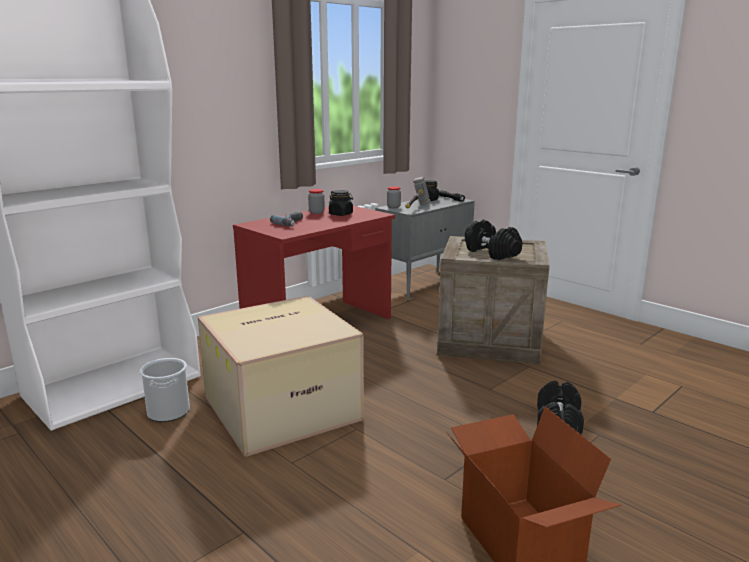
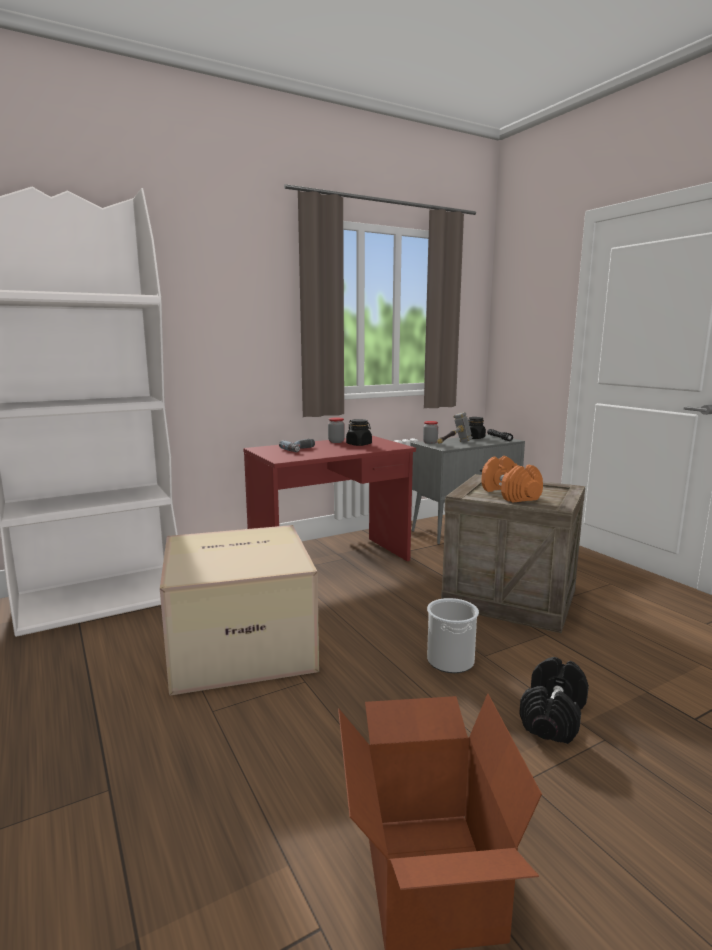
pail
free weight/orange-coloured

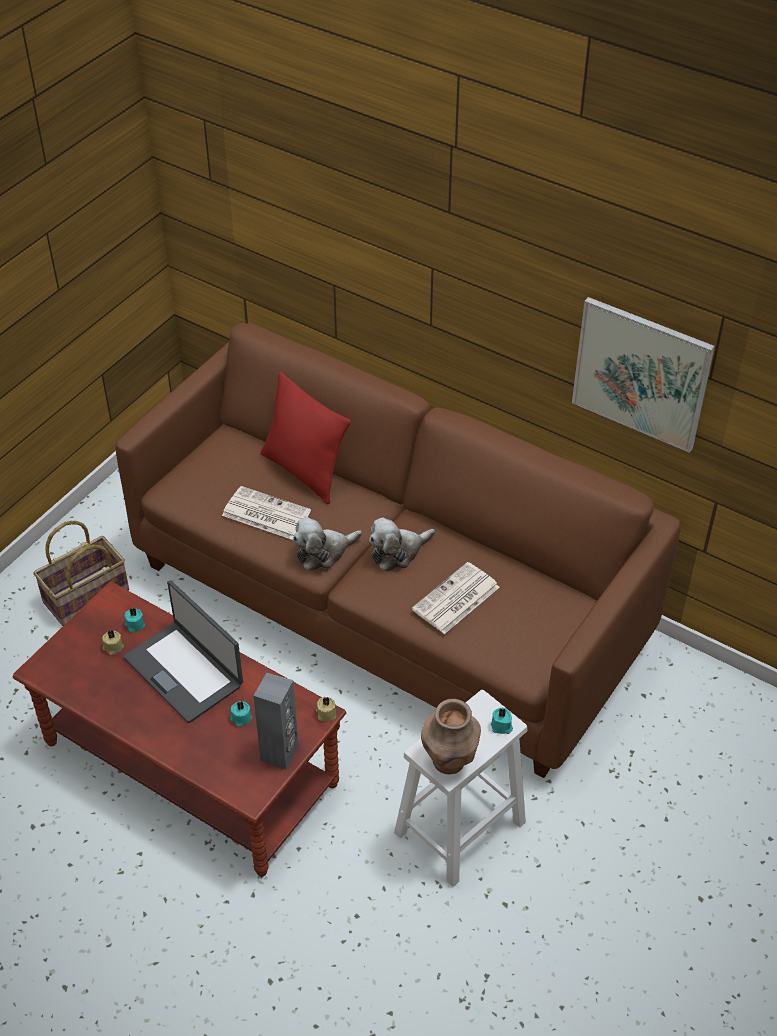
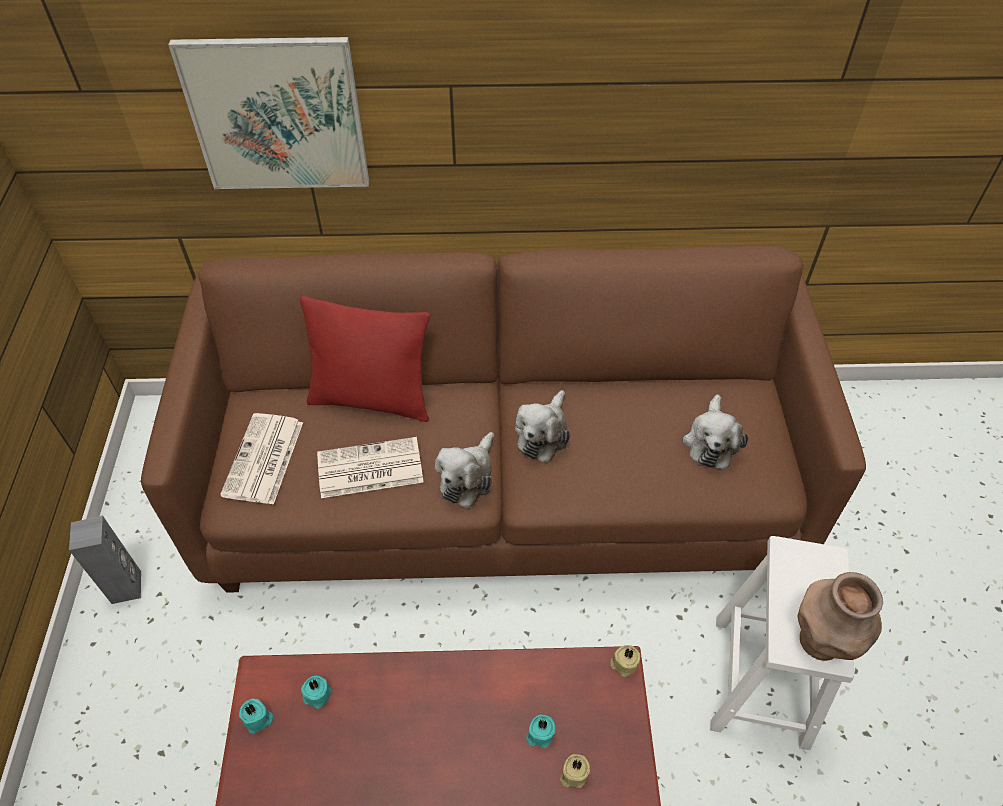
audio speaker/greyish
wall art
printed paper (1st from left)
wax light/blue-green (1st from left)
wax light/sand-coloured (1st from left)
plush toy (3rd from left)
basket
notebook computer

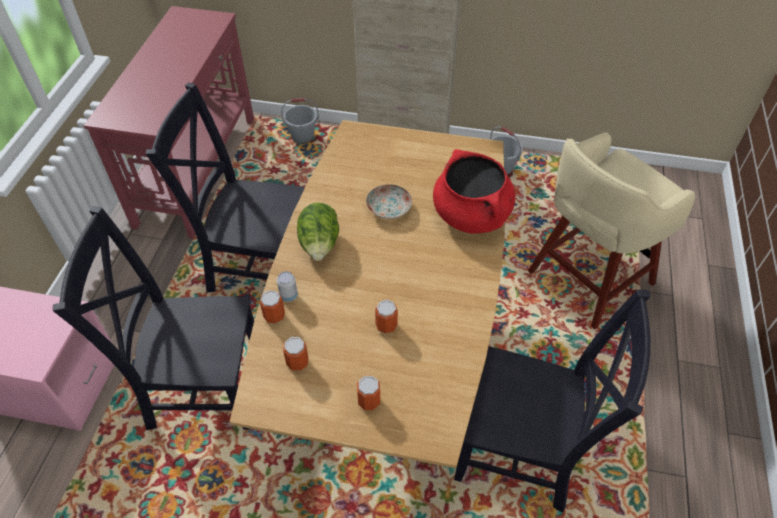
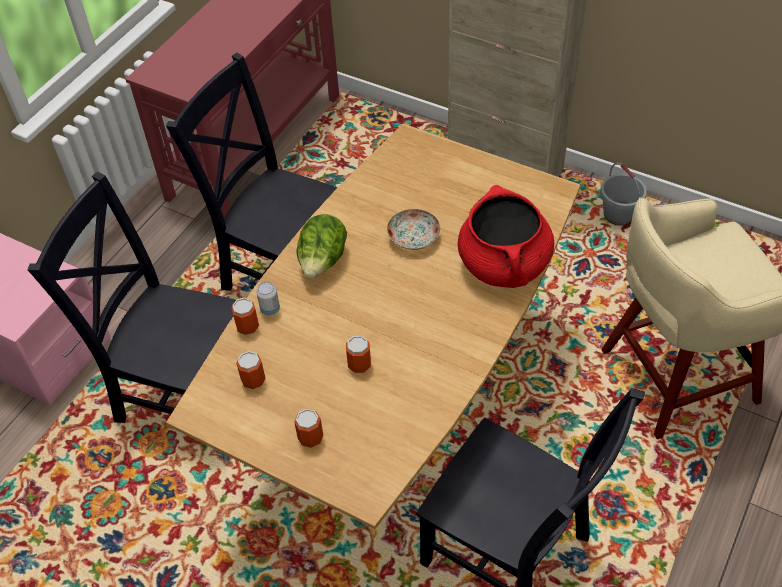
pail/greyish (1st from left in the first image)

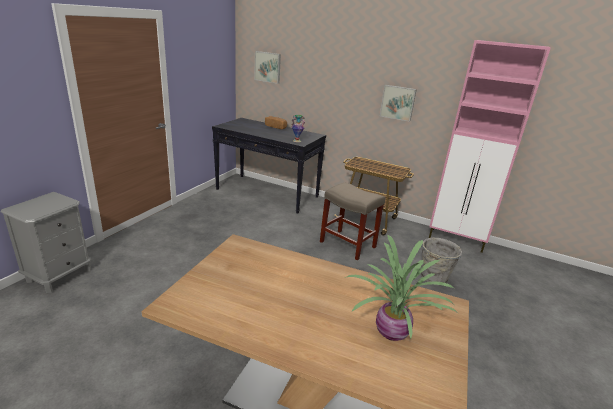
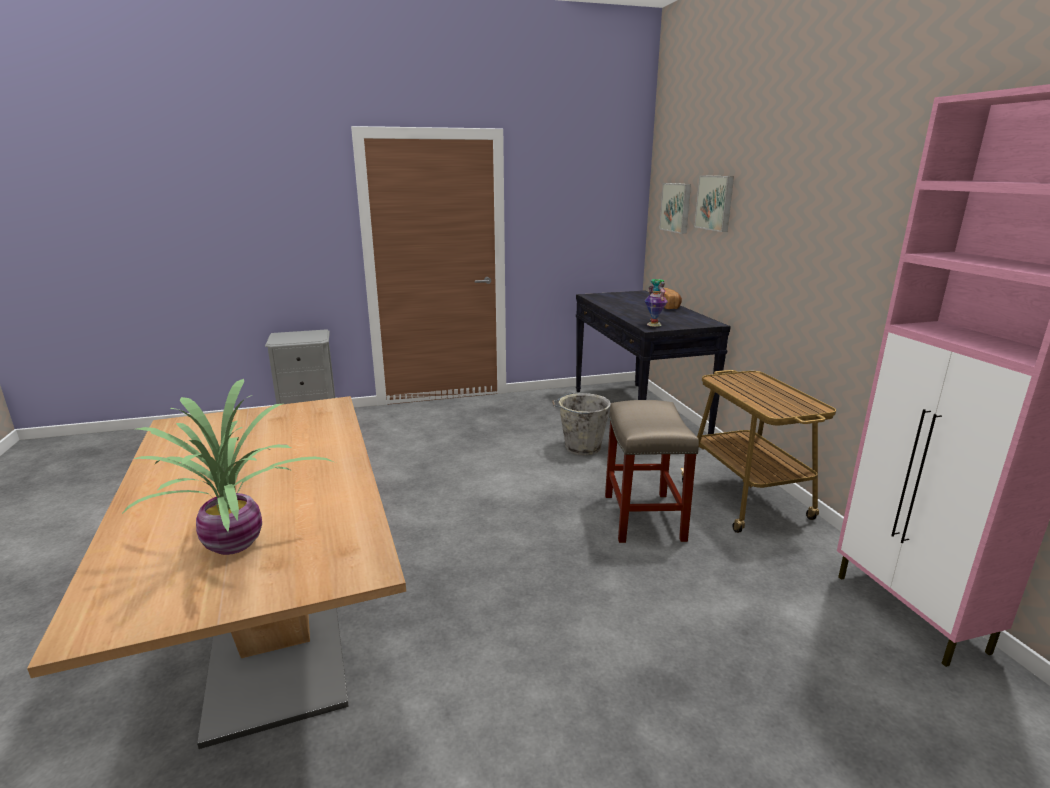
pail/greyish
wall art (2nd from left)

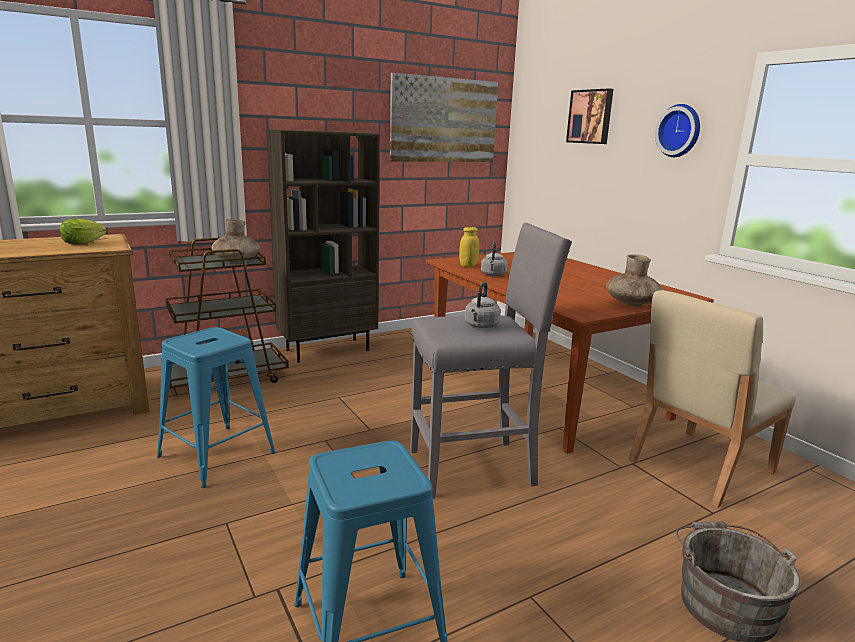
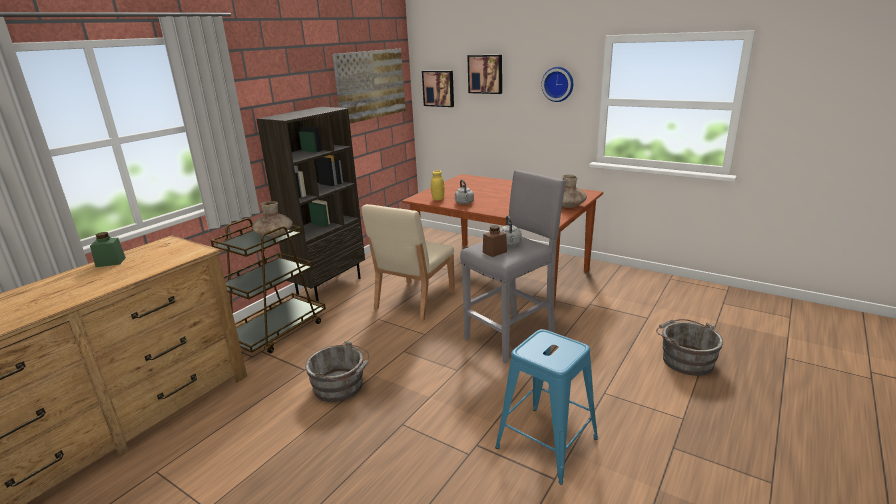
jar/green
pail/greyish (1st from left)
upright chair/sand-coloured
wall art (2nd from left)
jar/brown-coloured
lettuce head

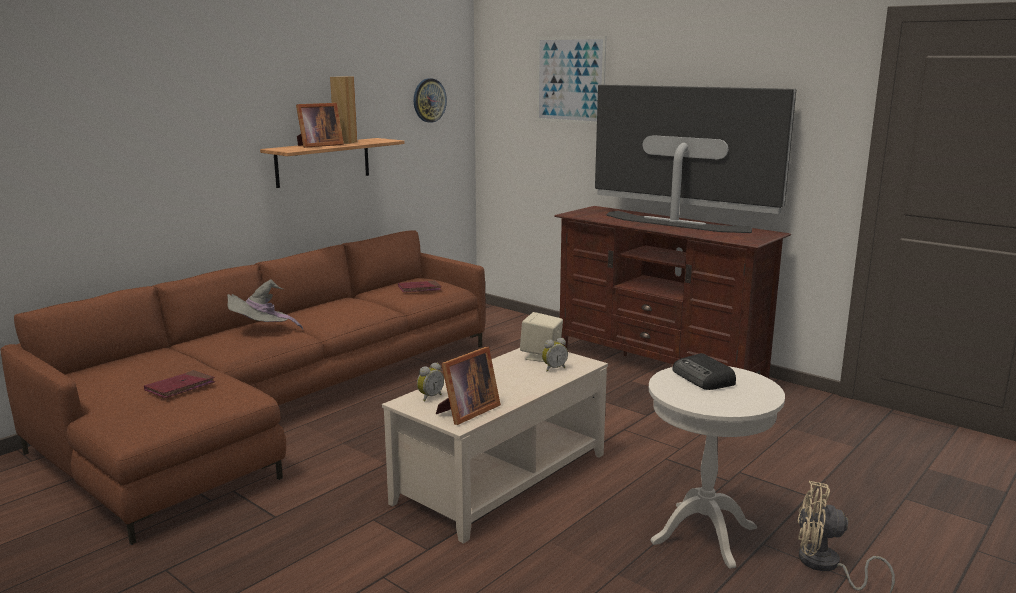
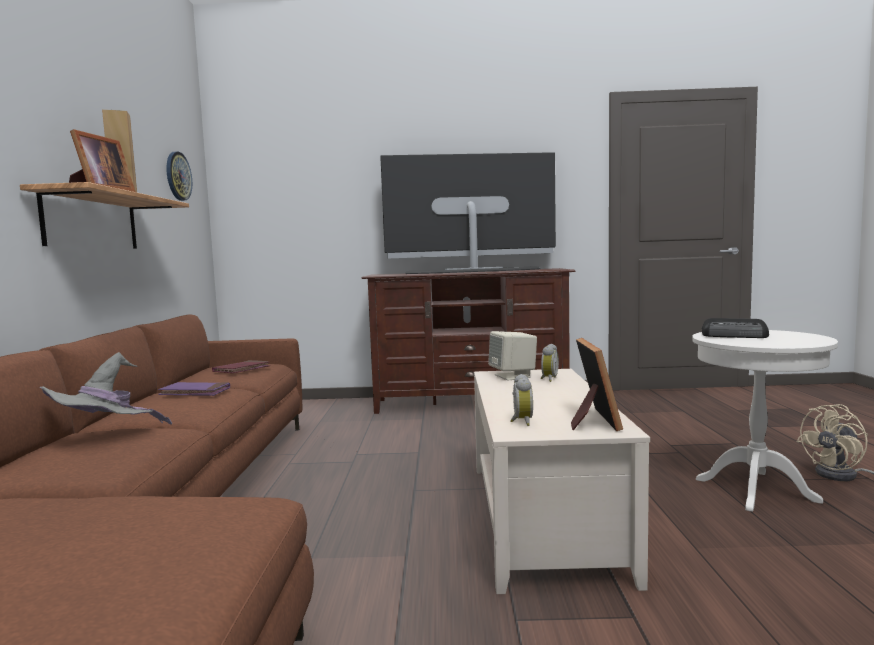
volume/purple-coloured
volume/red (1st from left in the first image)
wall art

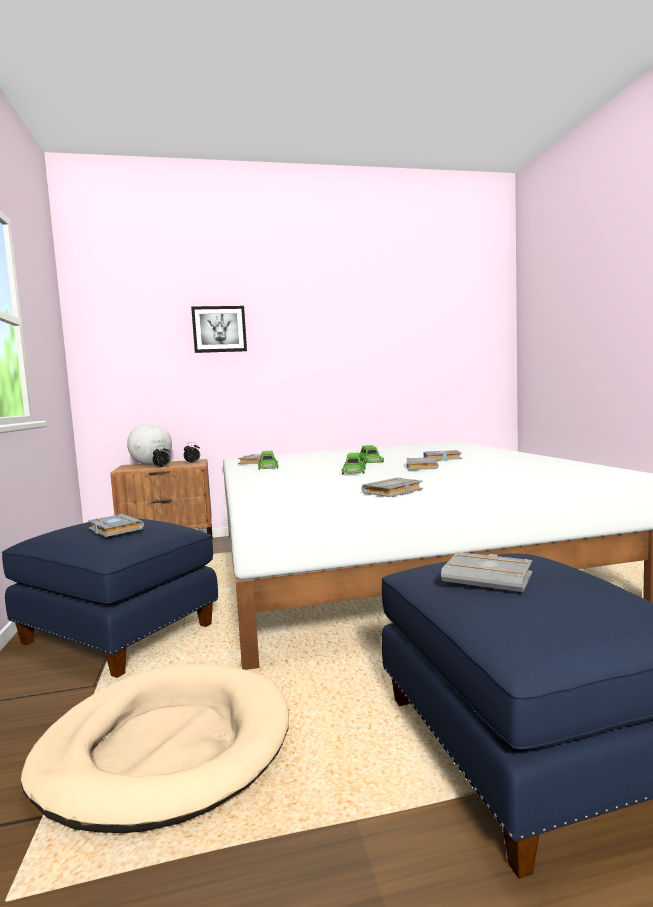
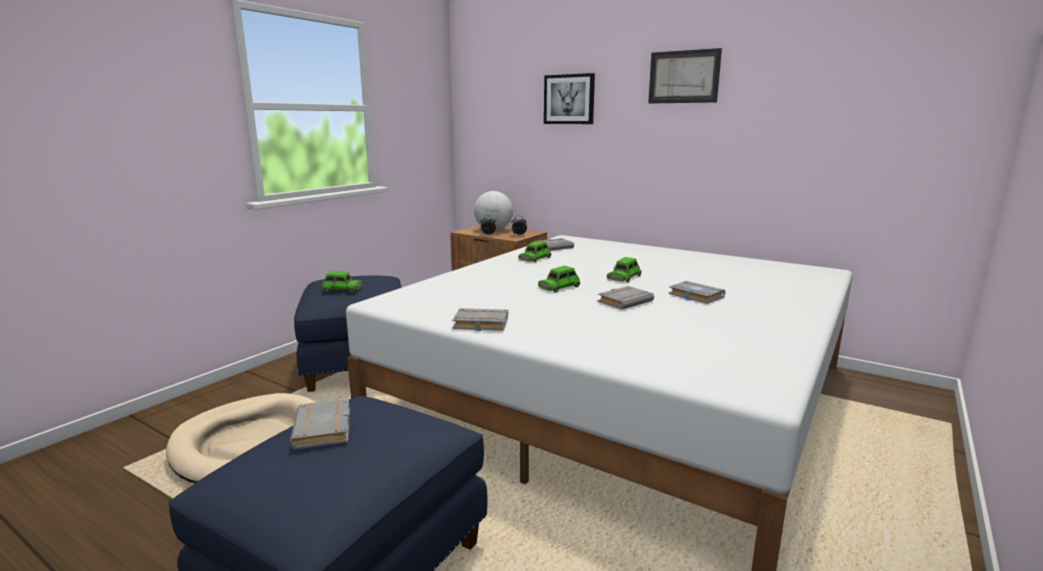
model car/green (1st from left)
wall art (2nd from left)

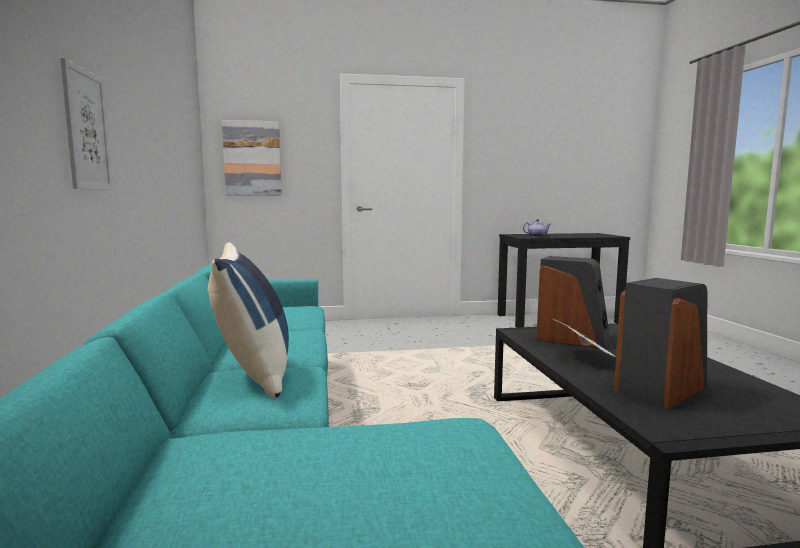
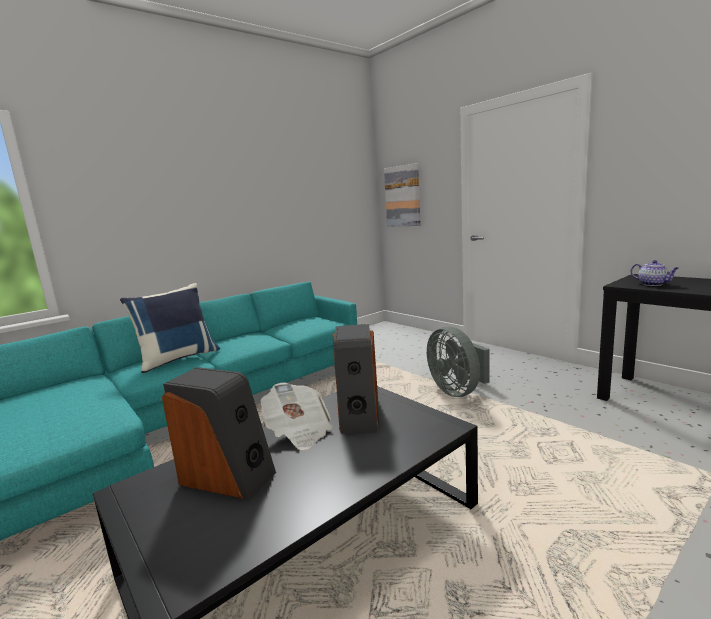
cooling fan/greyish
wall art (1st from left in the first image)

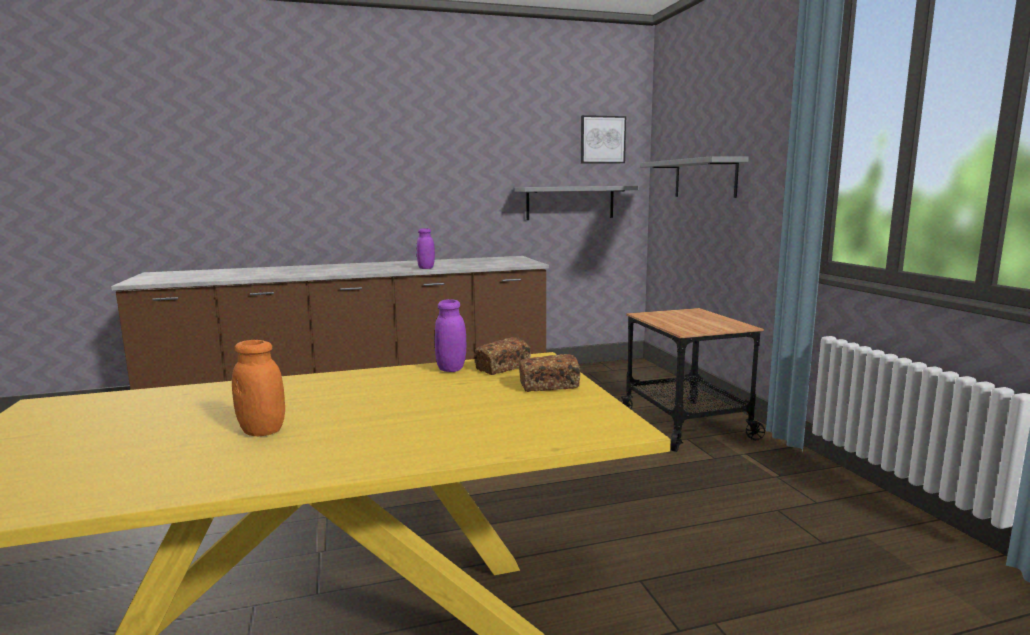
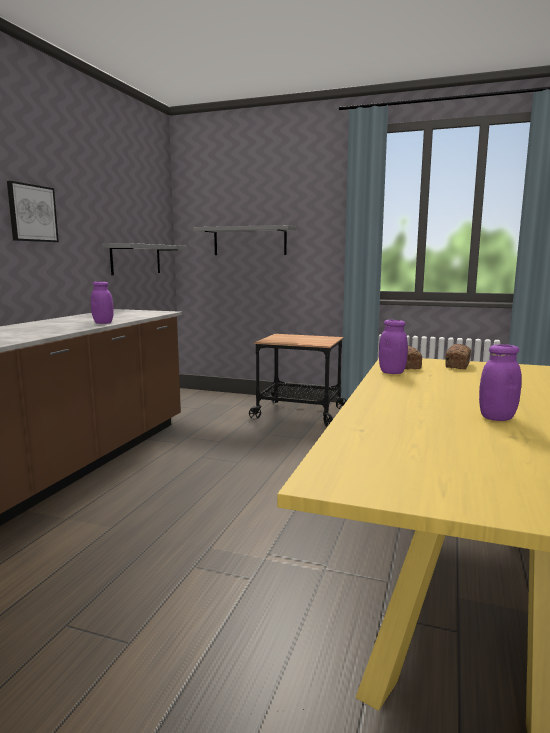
wall art
jar/purple-coloured (3rd from left)

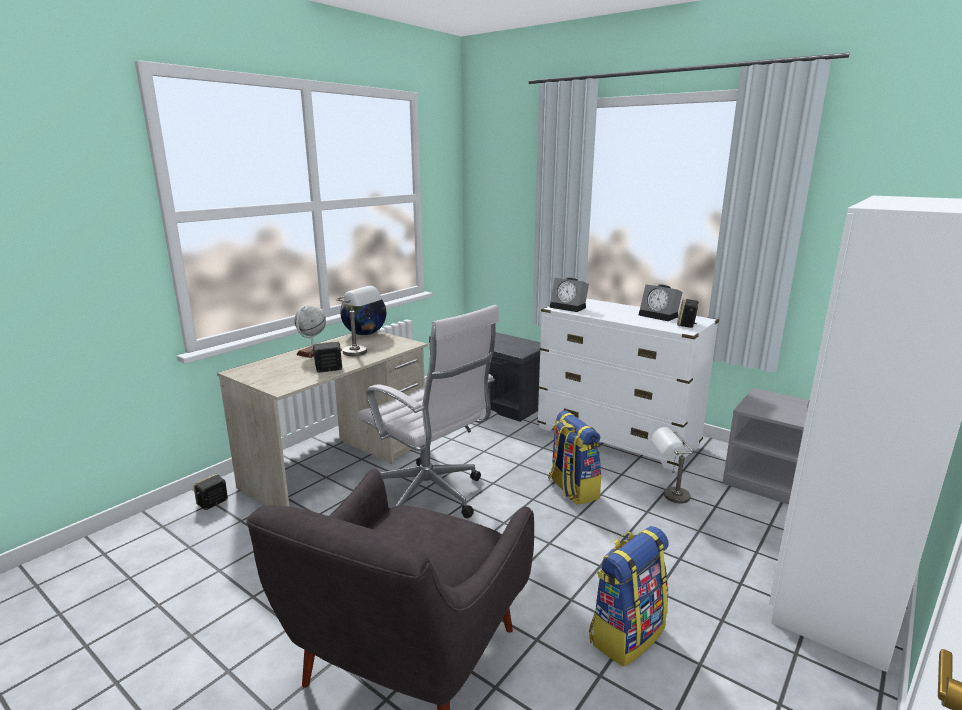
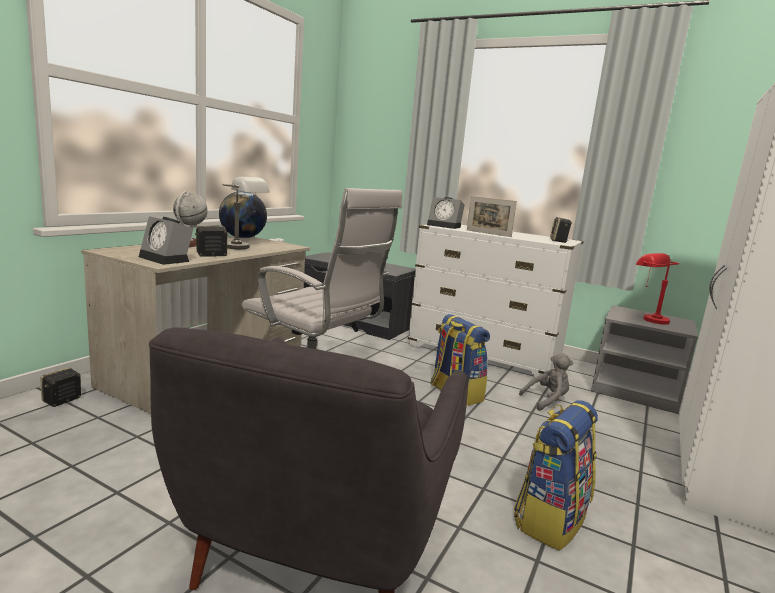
table clock (1st from left)
photo frame
plush toy/greyish
lamp for a table/red

